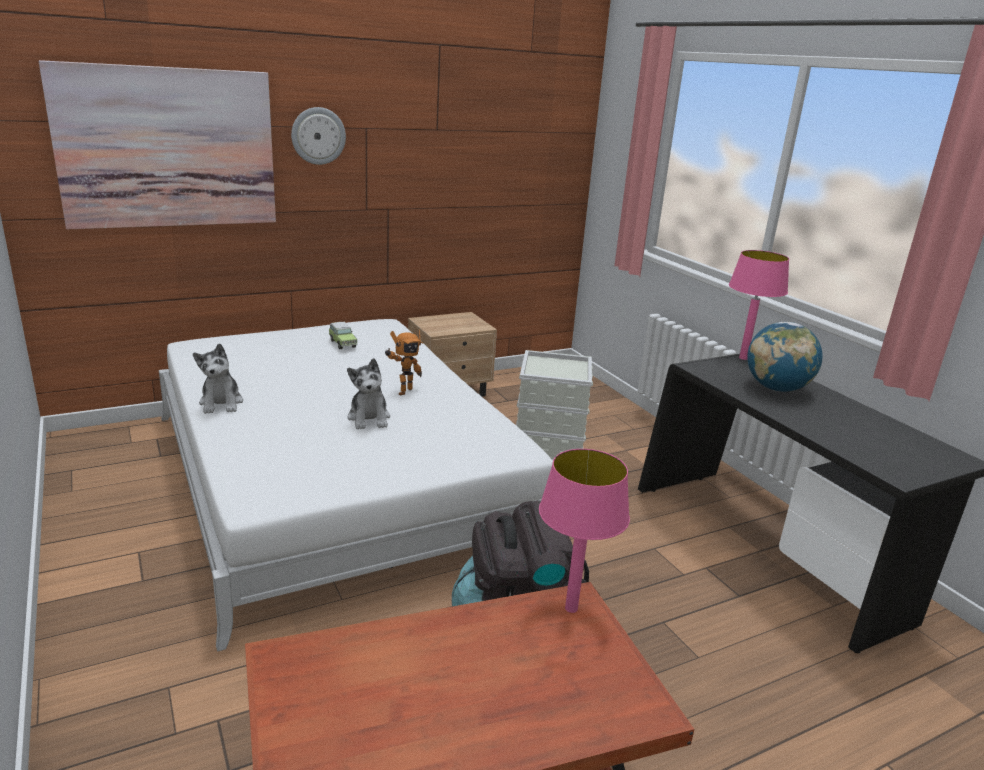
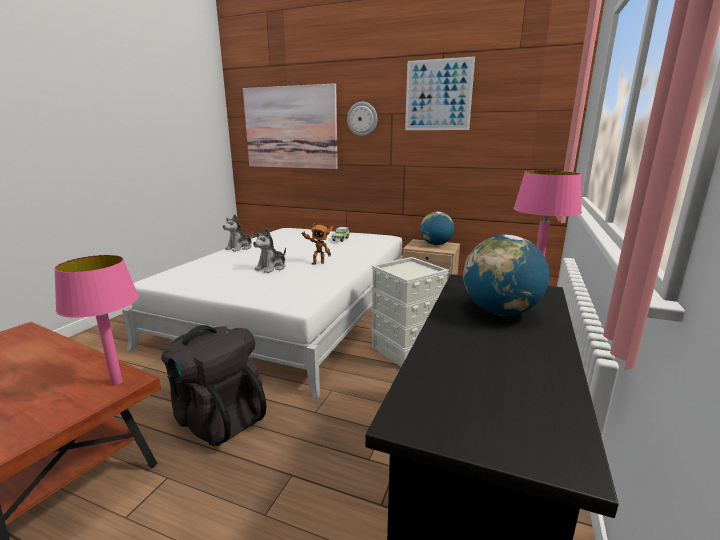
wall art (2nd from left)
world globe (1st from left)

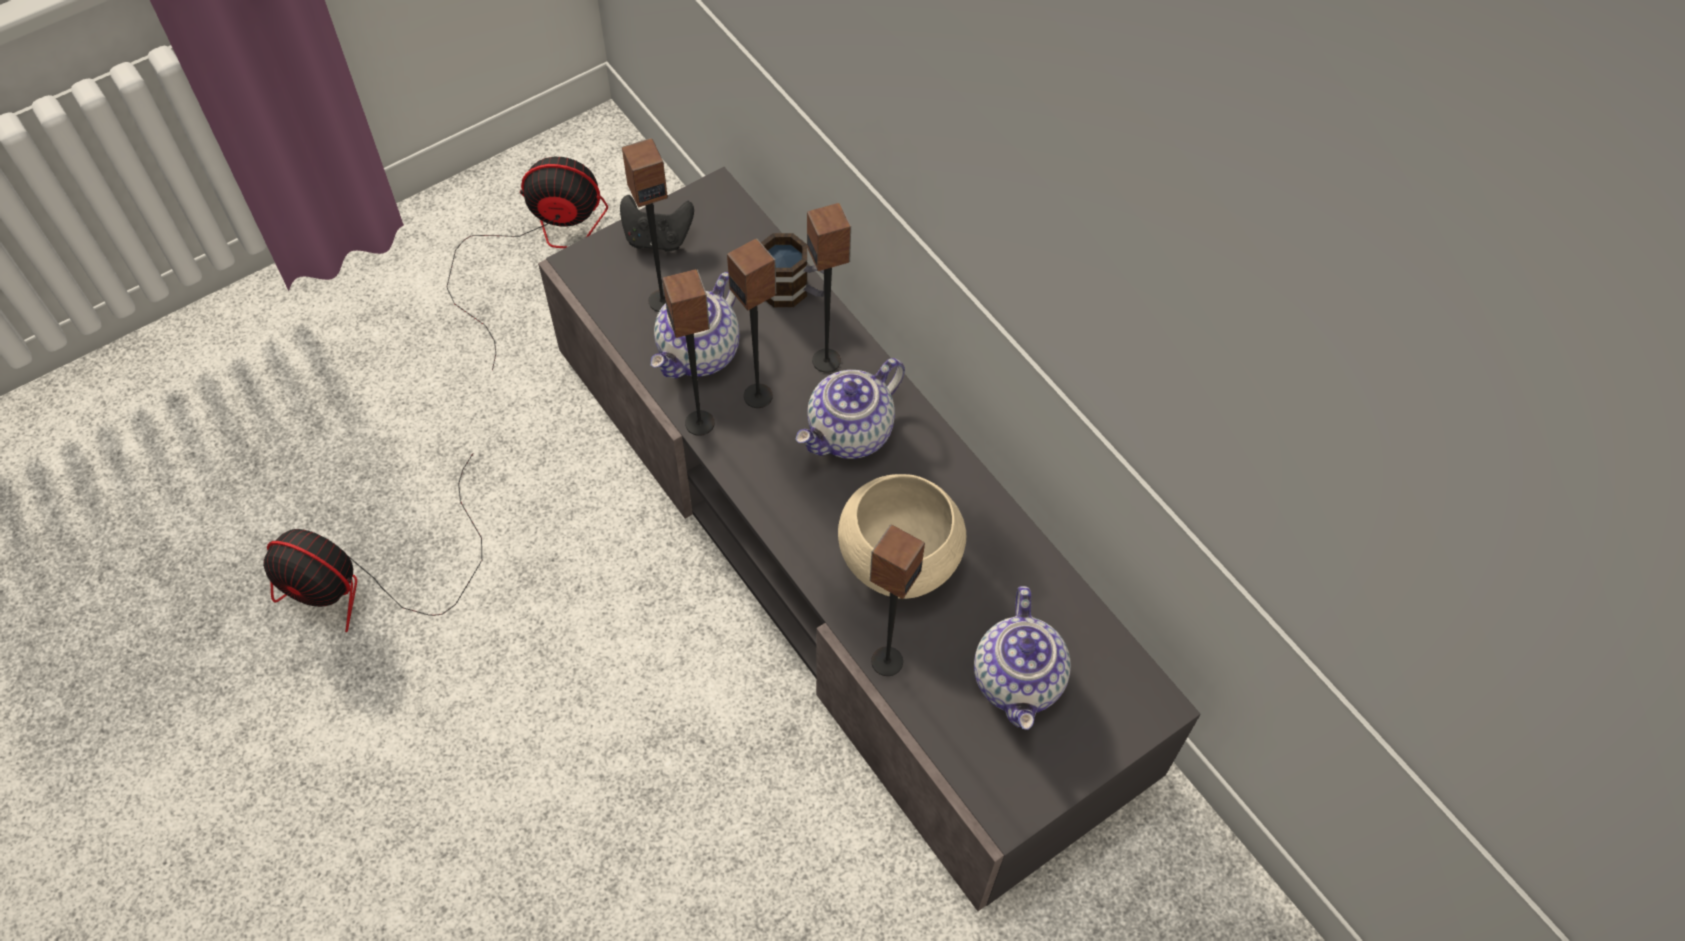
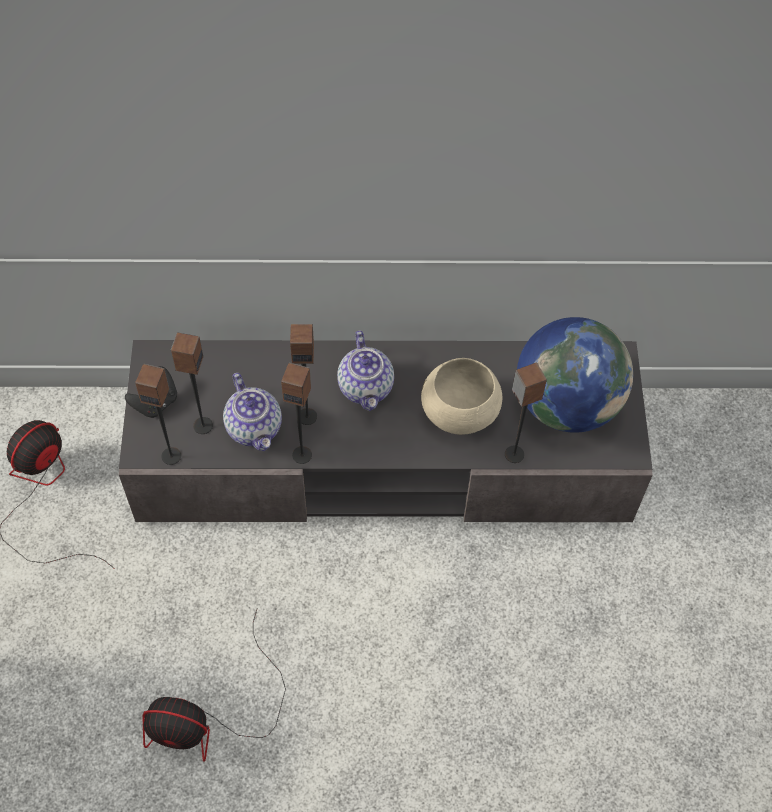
audio speaker (1st from left)
cooling fan (2nd from left)
world globe
mug

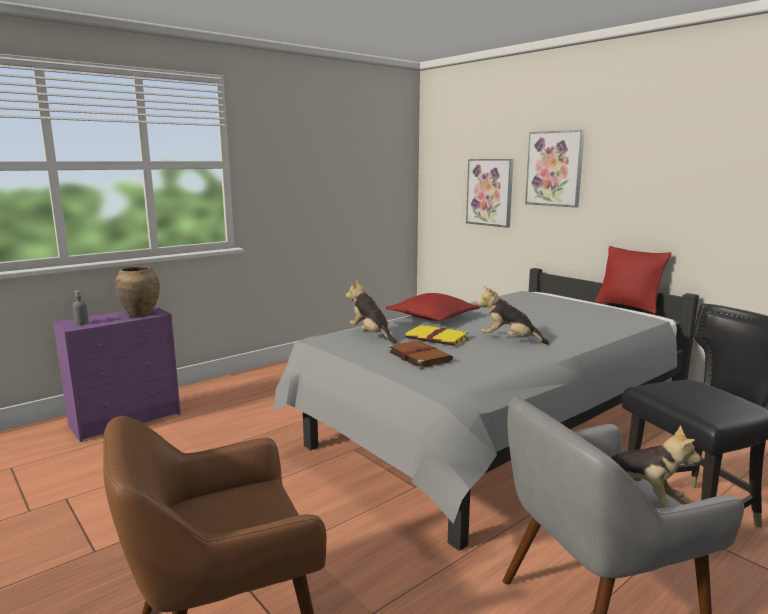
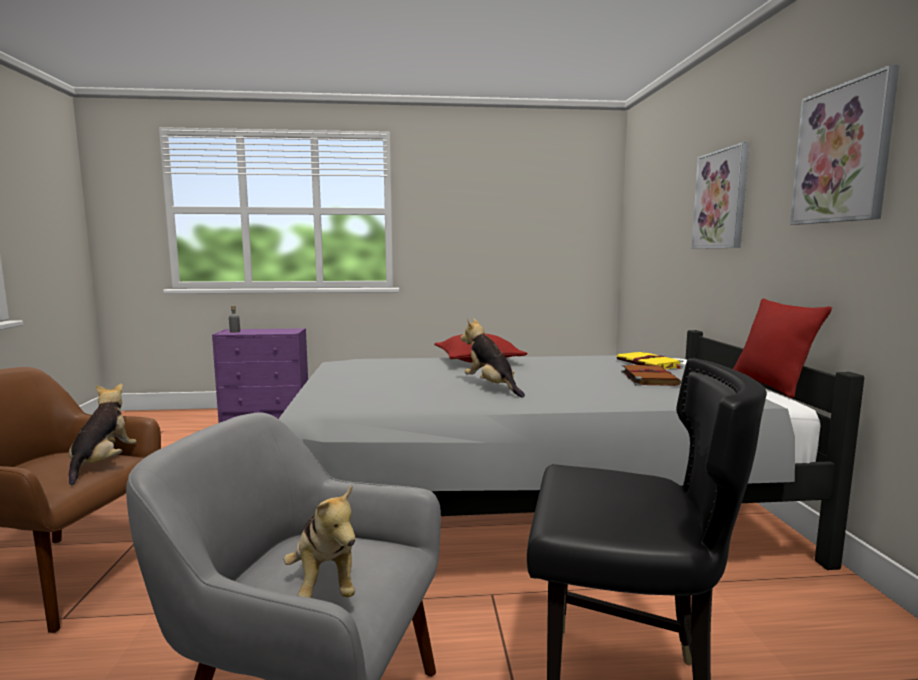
plush toy (1st from left)
volume/yellow-coloured
volume/brown-coloured
wall art (2nd from left)
flower vase/brown-coloured

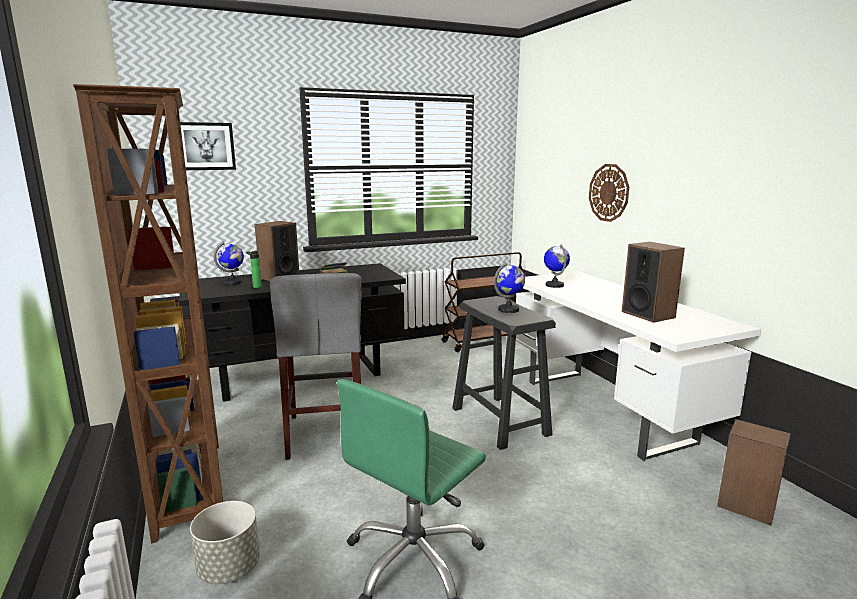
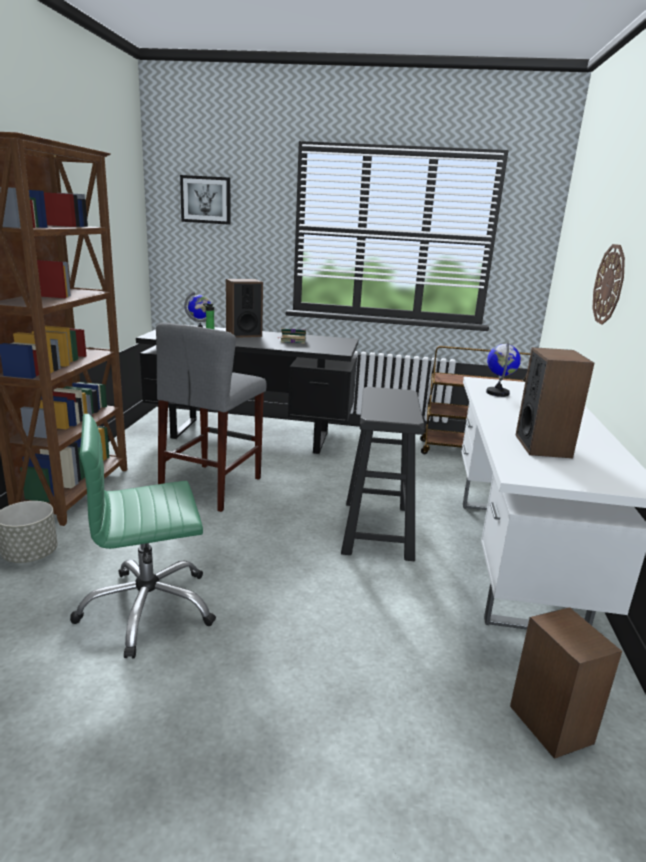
world globe (2nd from left in the first image)

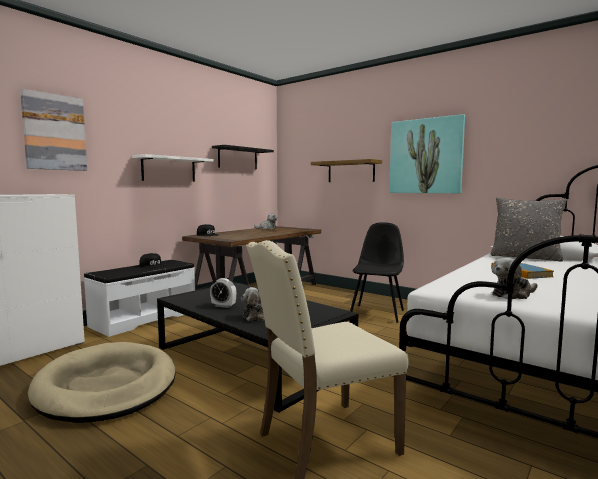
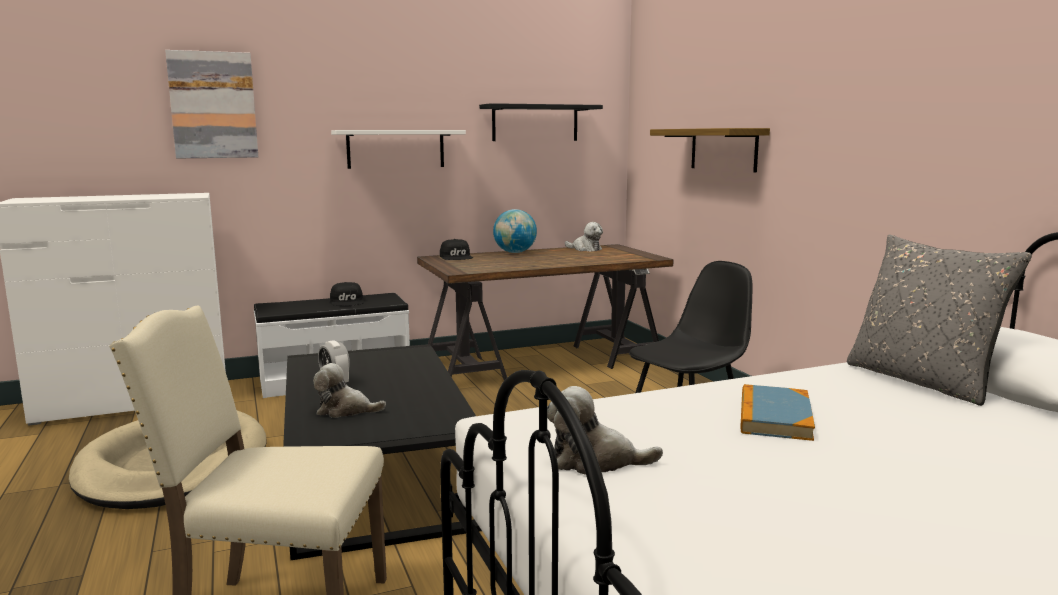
world globe
wall art (2nd from left in the first image)

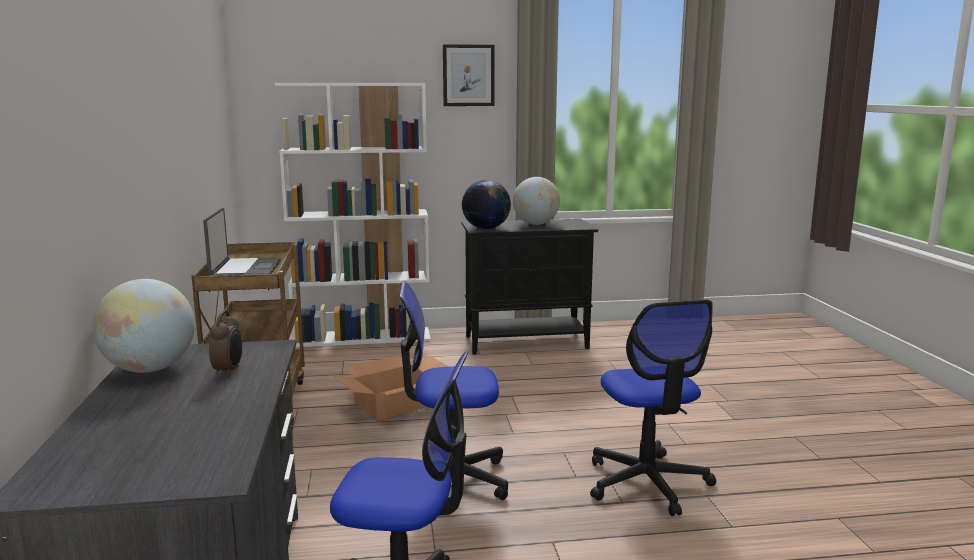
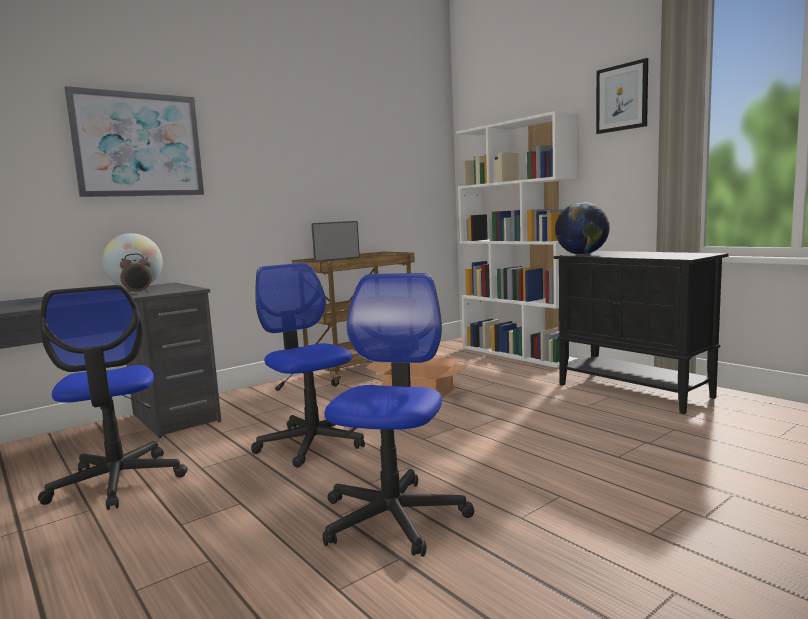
wall art (1st from left)
desk chair (3rd from left)
world globe (3rd from left in the first image)

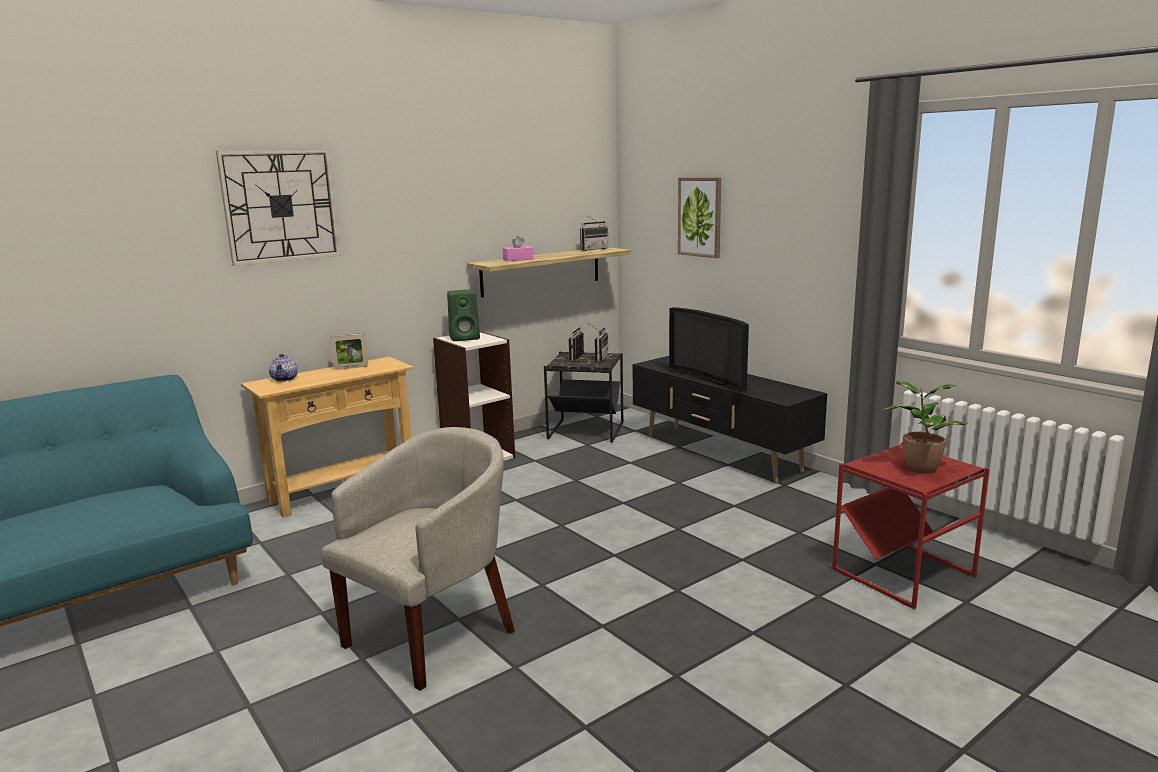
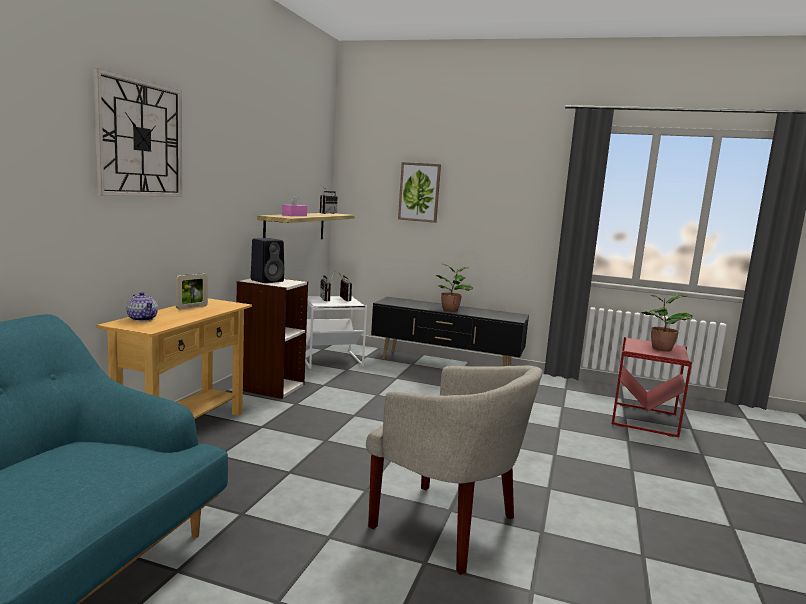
audio speaker/blackish
end table/white-coloured
easy chair/sand-coloured
potted plant (1st from left)

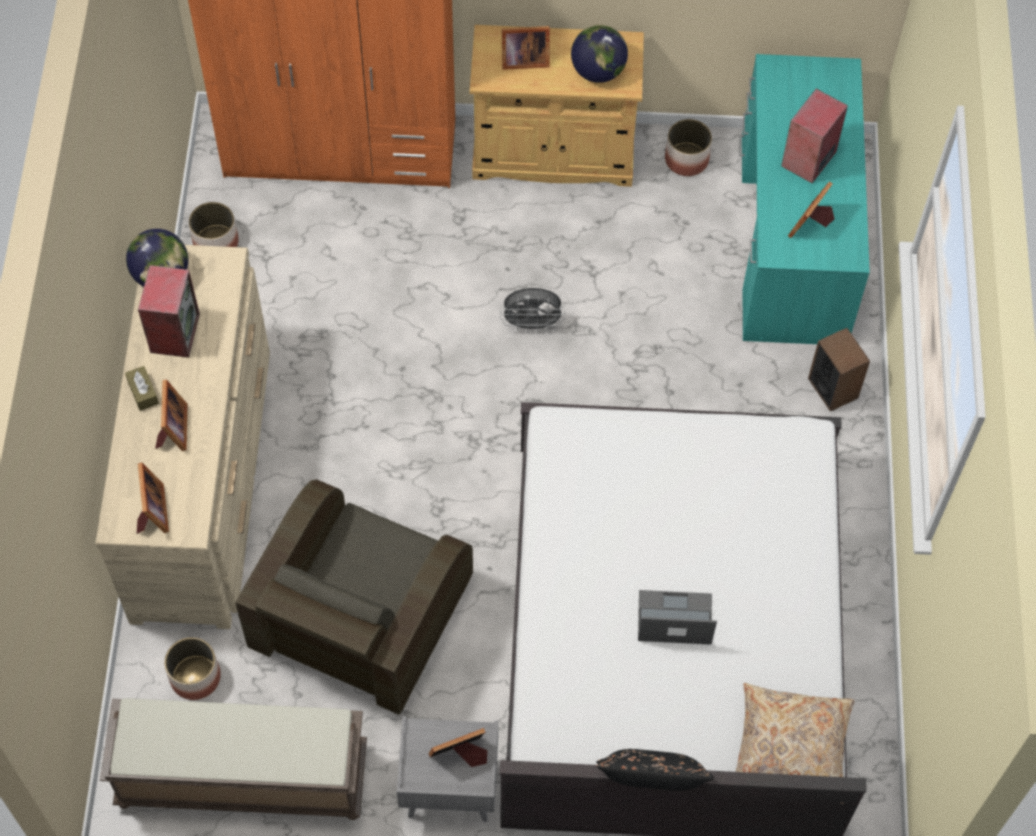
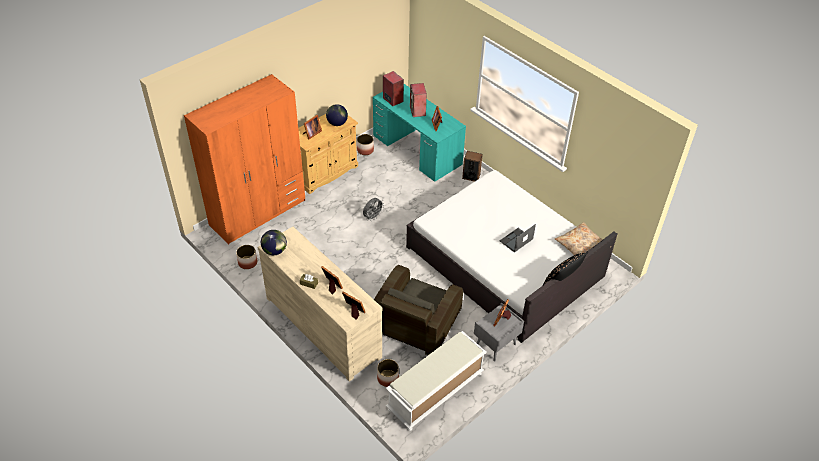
easy chair/brown-coloured
audio speaker (1st from left)
indoor bench/white-coloured

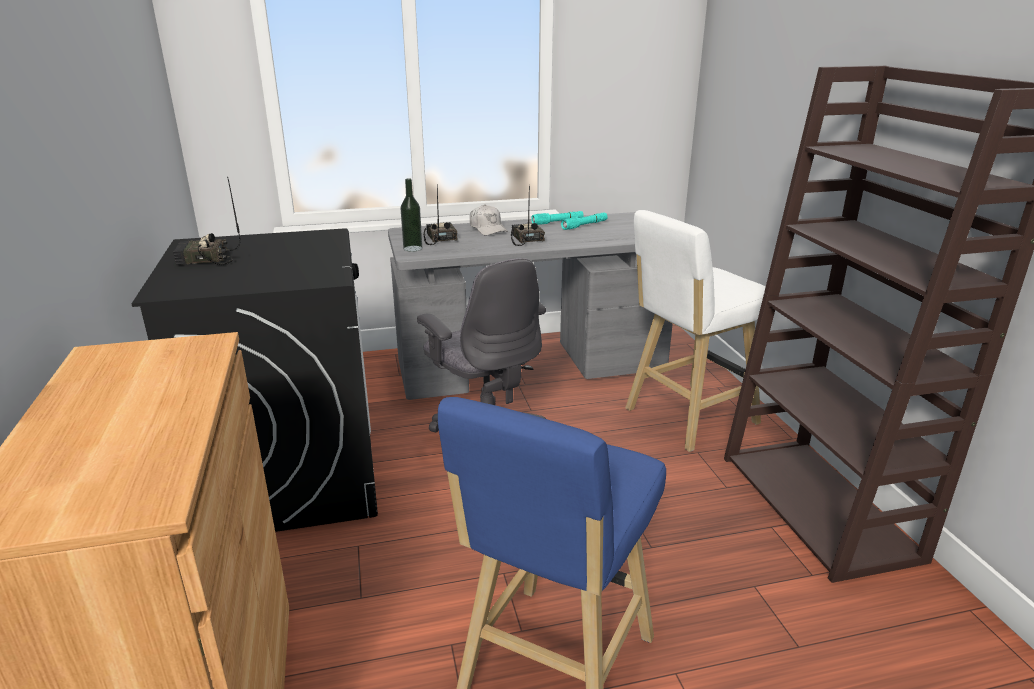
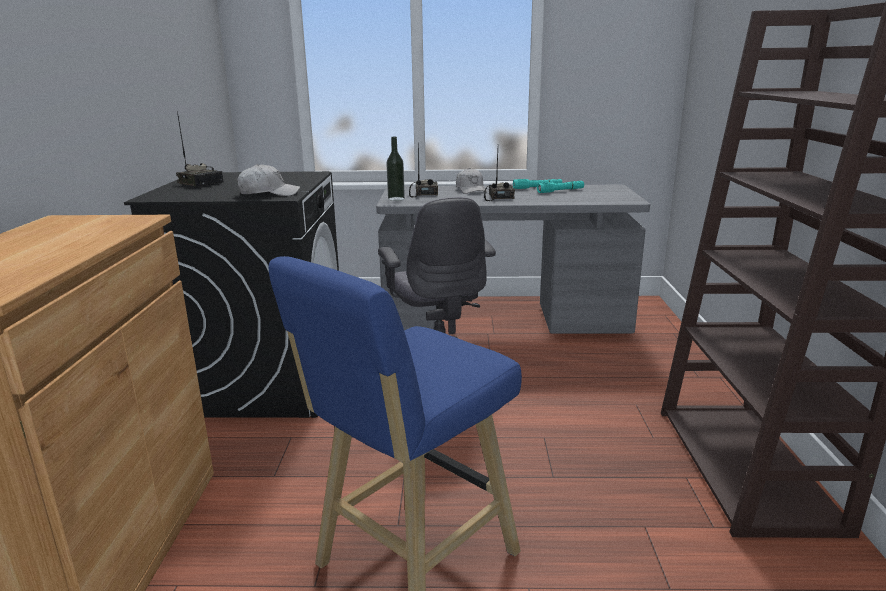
radio (1st from left)
cap/white-coloured (1st from left)
stool/white-coloured

